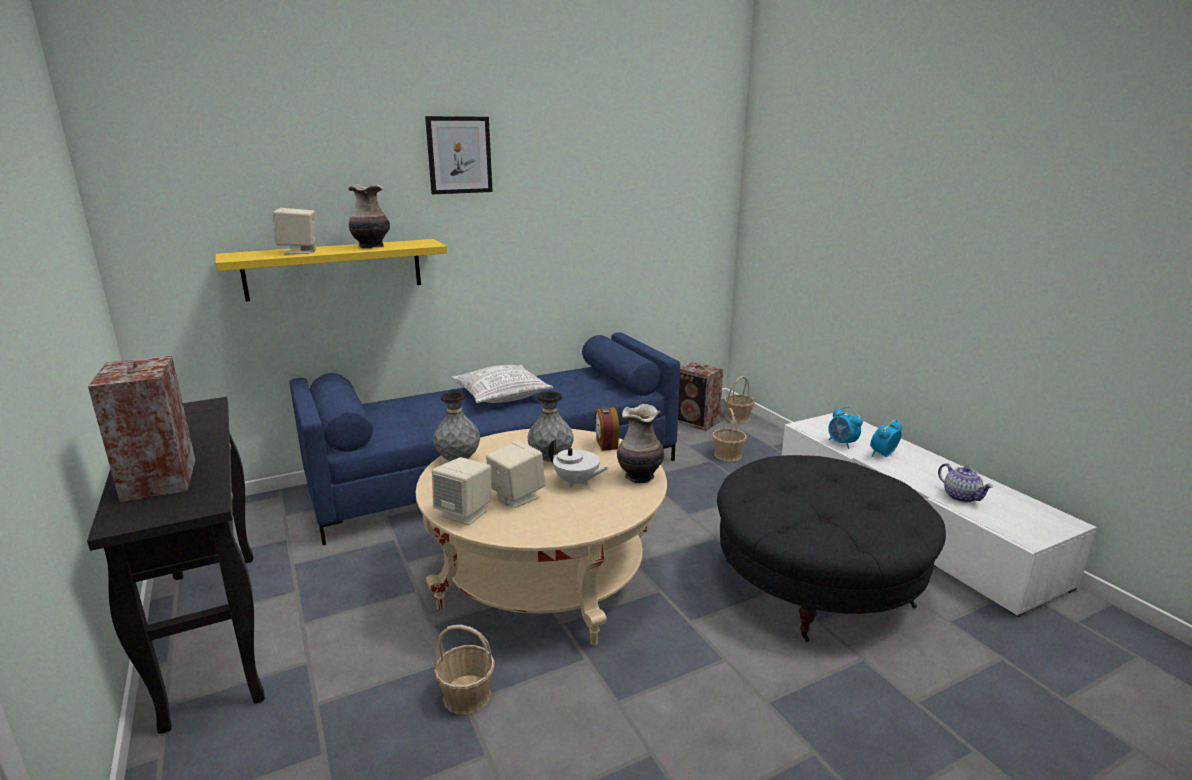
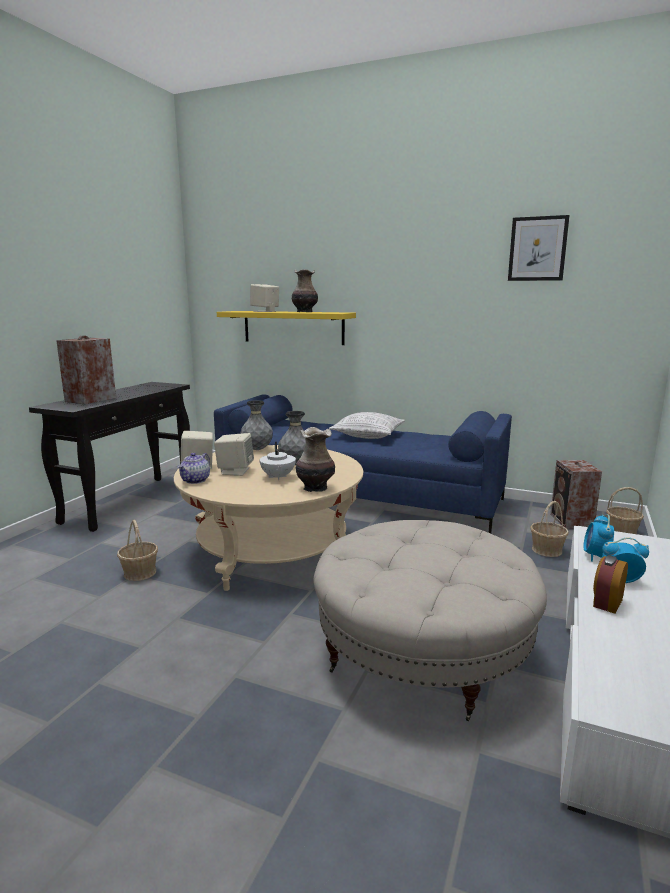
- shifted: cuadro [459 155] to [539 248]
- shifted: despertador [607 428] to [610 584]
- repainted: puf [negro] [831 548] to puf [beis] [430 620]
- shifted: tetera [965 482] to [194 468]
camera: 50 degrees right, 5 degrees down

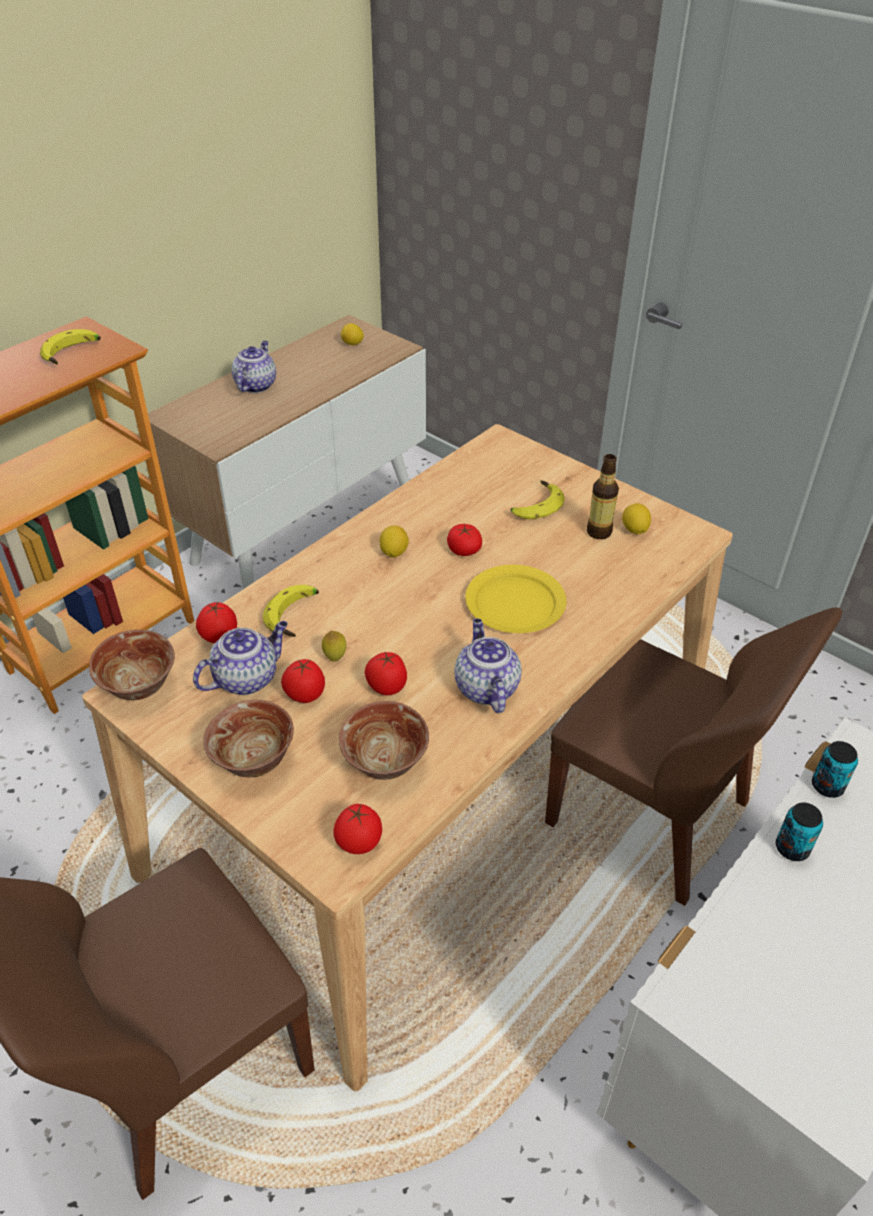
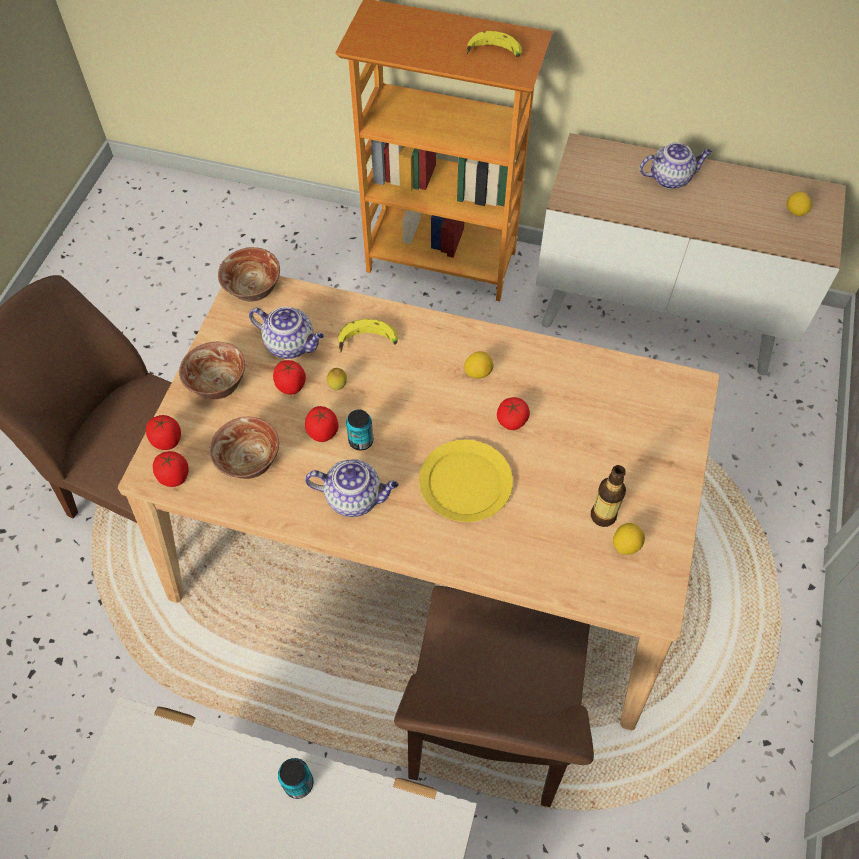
- shifted: tomate [216 622] to [163 432]
- rotated: tetera [488 666] = [352 488] 45 degrees clockwise
- gone: plátano [538 499]
- shifted: lata [835 769] to [359 429]
camera: 65 degrees right, 15 degrees up

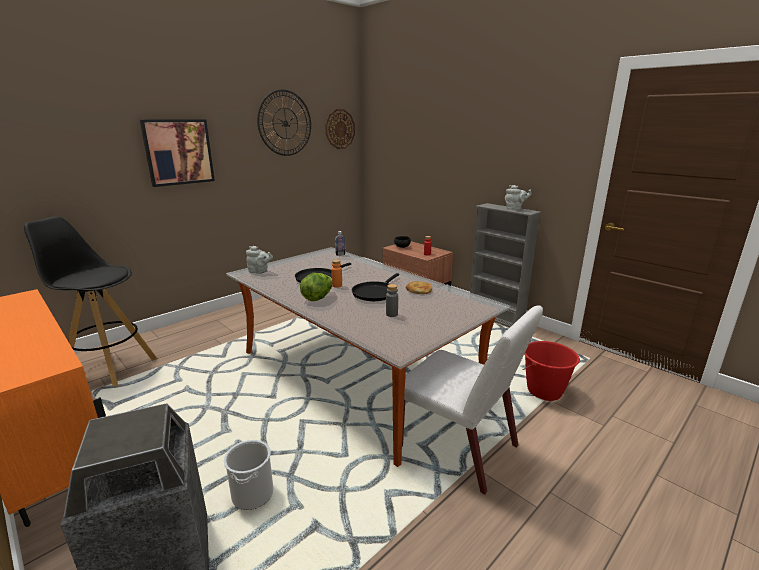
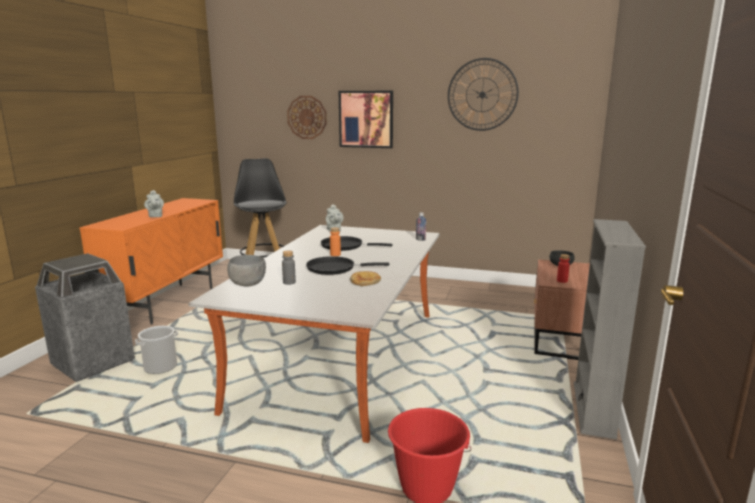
- gone: lechuga [316 287]
- shifted: reloj de pared [340 129] to [307 117]
- gone: silla [blanco] [472 399]
- shifted: tetera [gris] [518 197] to [154 203]
- new: cuenco [gris] [246 271]
camera: 60 degrees right, 5 degrees down

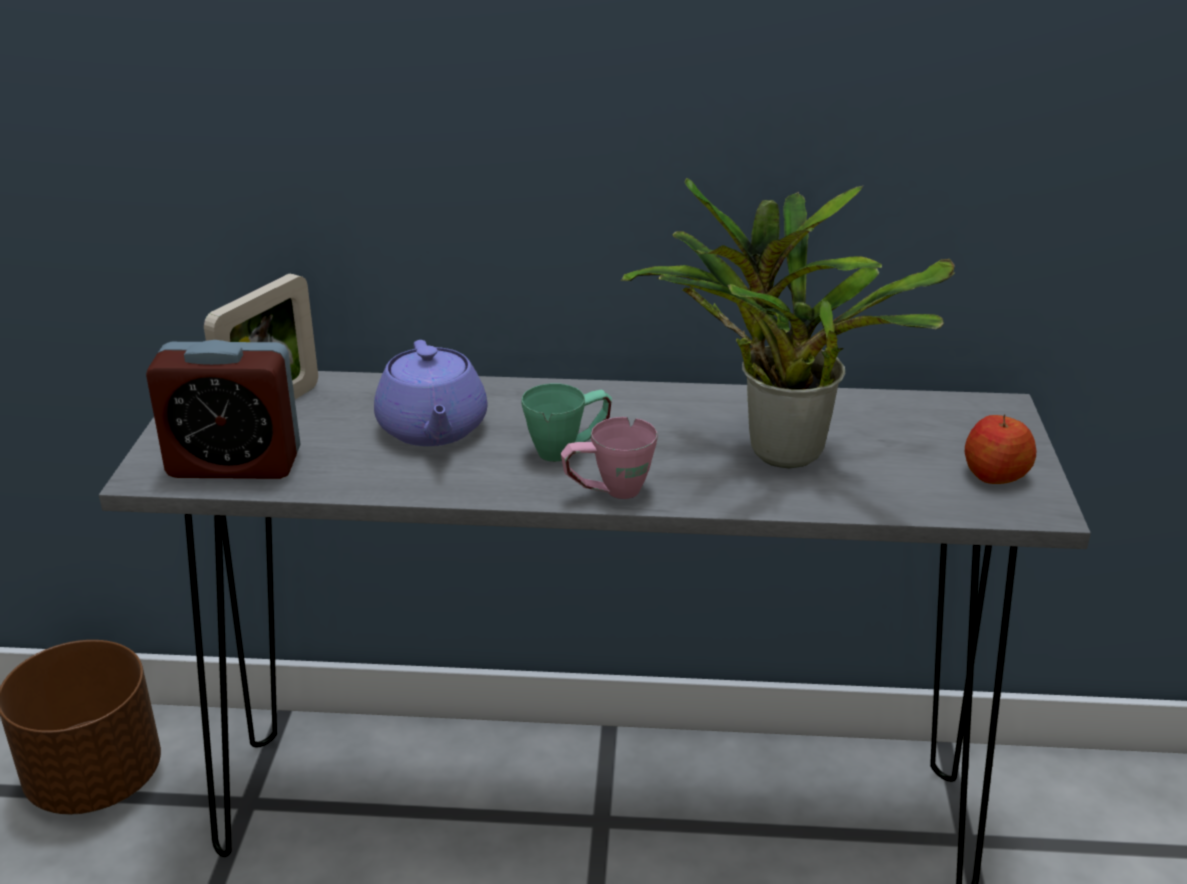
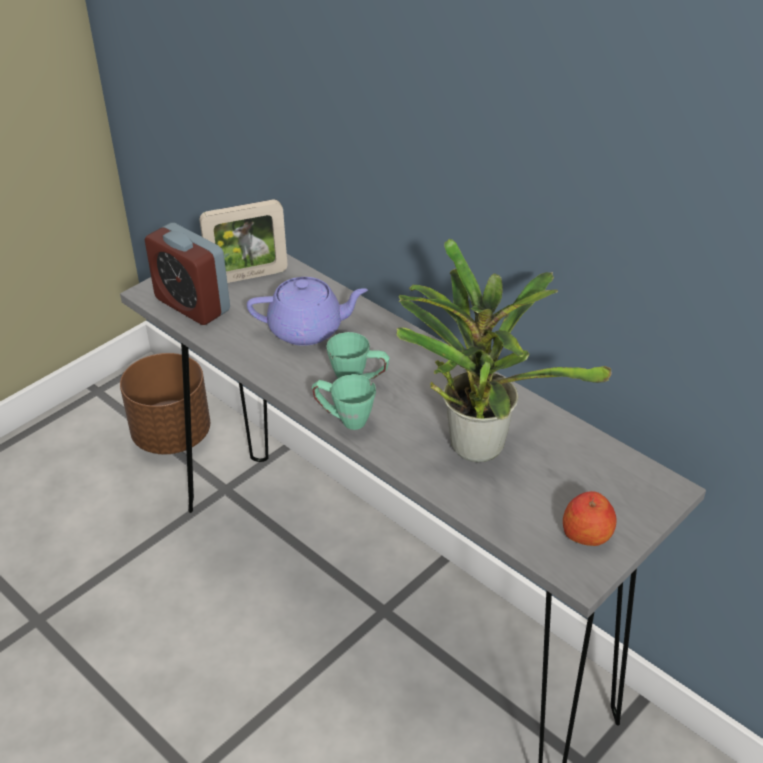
- rotated: tetera [morado] [431 393] = [307 311] 120 degrees counterclockwise
- repainted: taza grande [rosa] [609 458] to taza grande [verde] [344 402]
camera: 40 degrees right, 10 degrees up

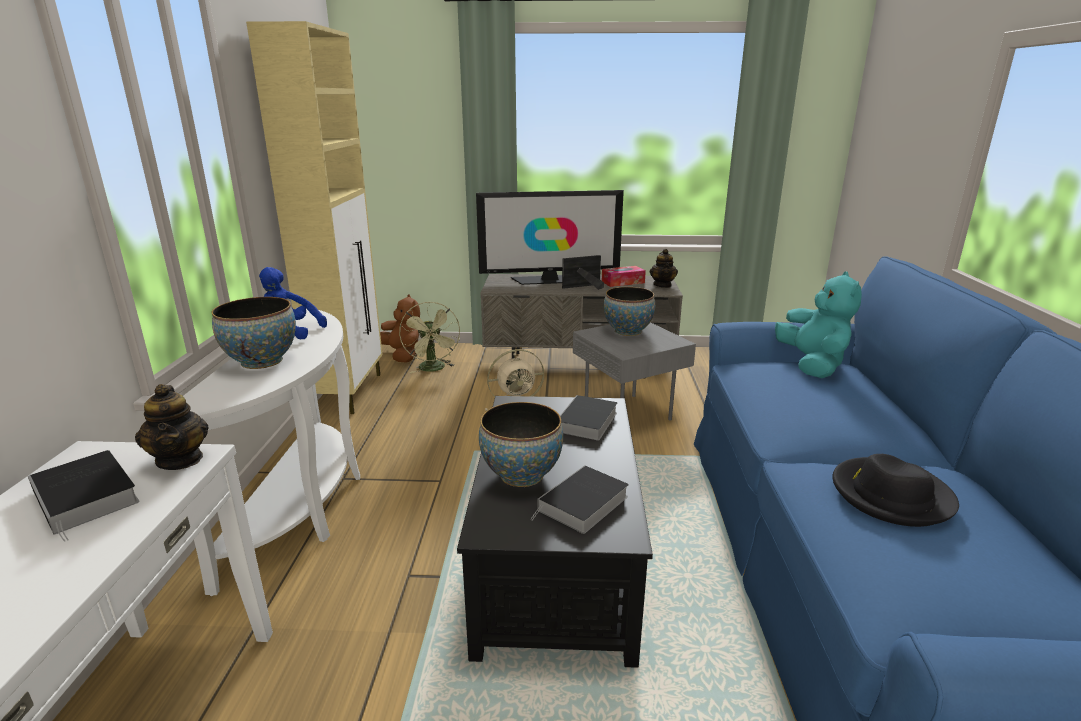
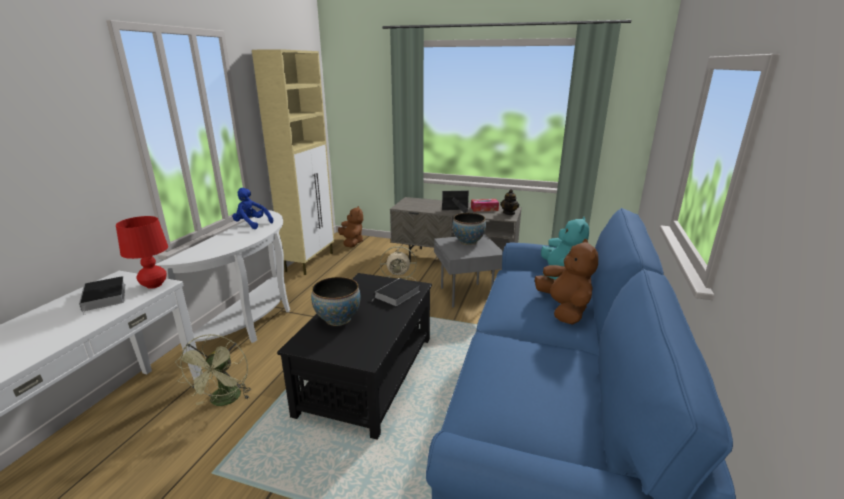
- swapped: tetera [172 427] to lámpara de mesa [rojo] [142 252]
- gone: cuenco [253 333]
- shifted: ventilador [verde] [429 337] to [213 370]
- gone: televisor [550 237]
- gone: libro [579 499]
- gone: sombrero [negro] [896 490]
- new: peluche [marrón] [566 282]
camera: 15 degrees right, 0 degrees up

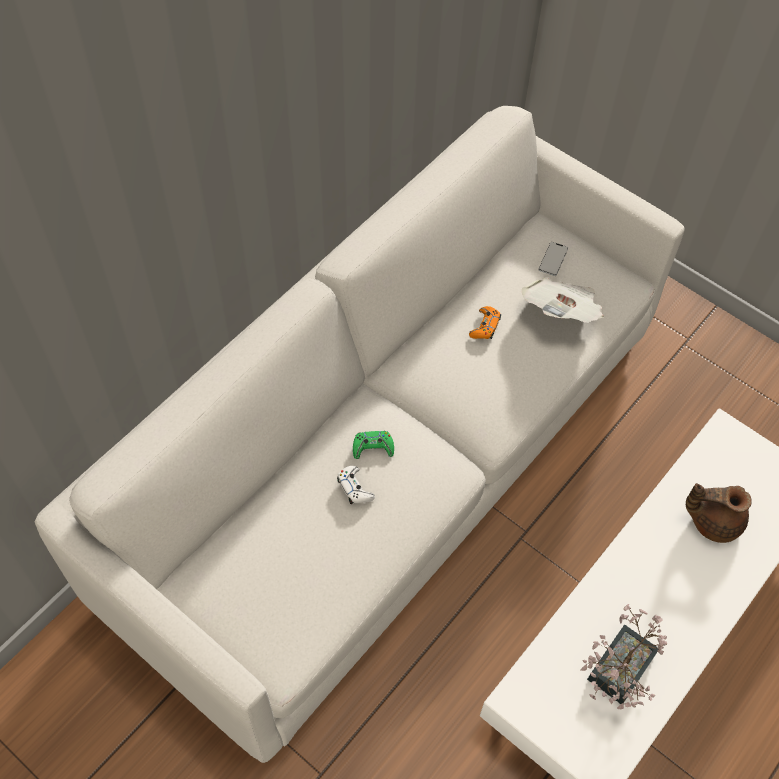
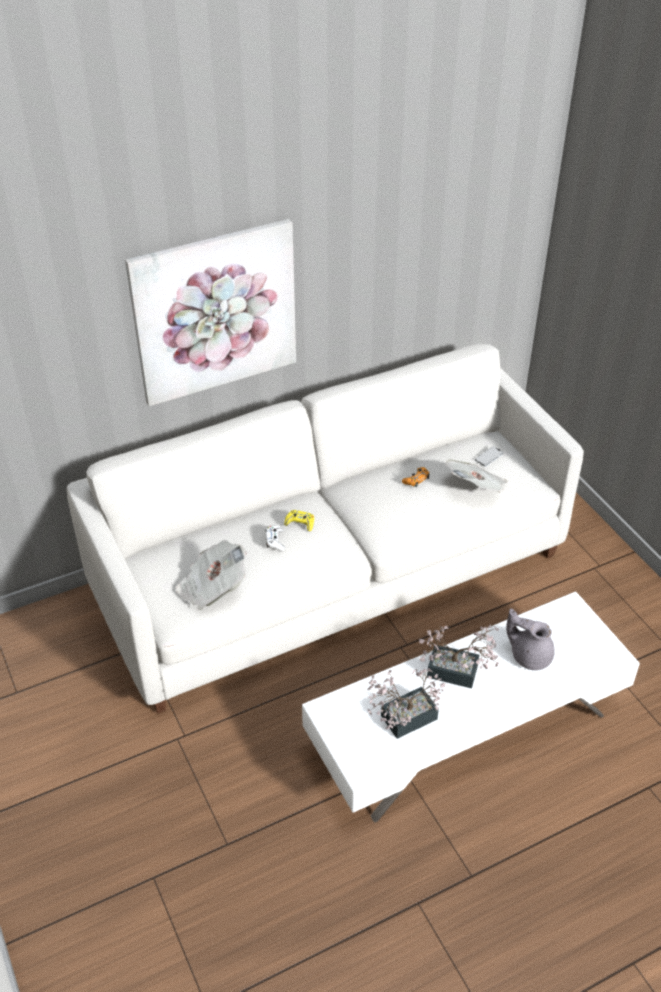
- repainted: mando de consola [verde] [373 445] to mando de consola [amarillo] [299 520]
- repainted: tetera [marrón] [719 513] to tetera [gris] [530 639]
- new: cuadro [210 312]
- new: periódico [211 575]
- new: planta en maceta [459 656]
camera: 25 degrees right, 15 degrees down

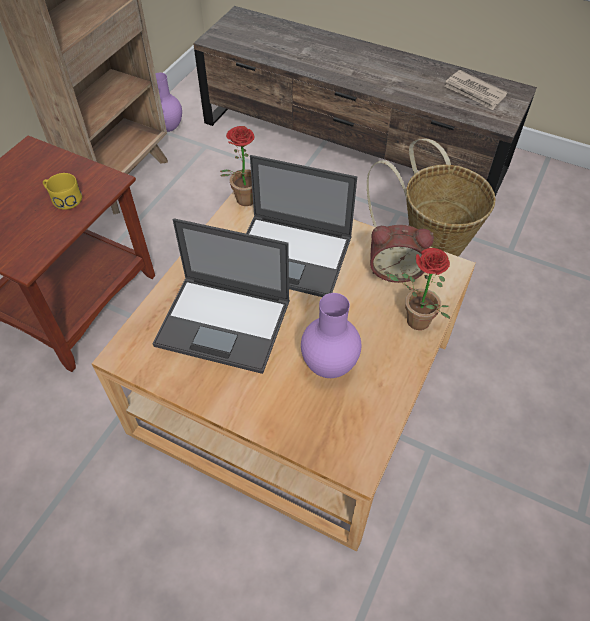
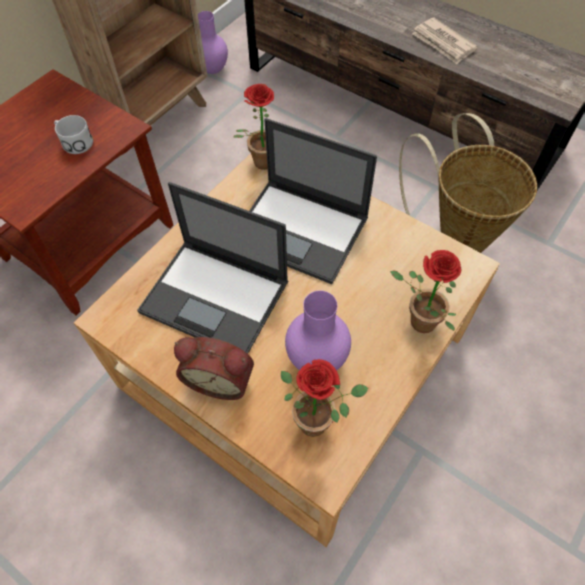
- repainted: taza grande [amarillo] [62 191] to taza grande [blanco] [73 134]
- shifted: despertador [402 254] to [214 368]
- shifted: periódico [475 90] to [444 40]
- new: planta en maceta [324 398]
camera: 10 degrees right, 5 degrees up

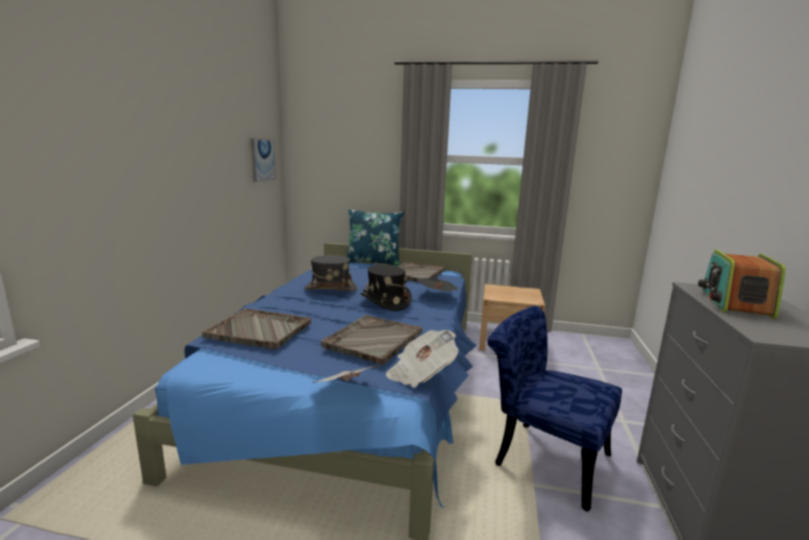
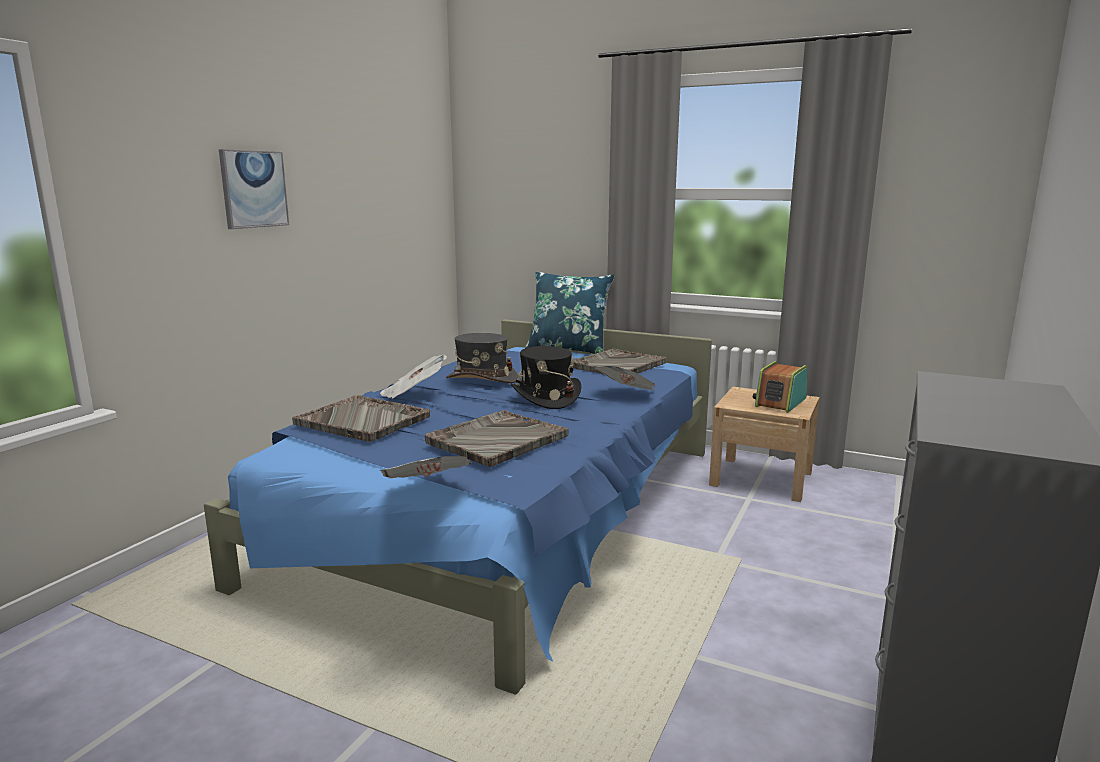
- shifted: cuadro [263 160] to [254 189]
- shifted: periódico [422 359] to [413 377]
- gone: silla [azul] [554 409]
- shifted: radio [742 284] to [780 387]
camera: 15 degrees right, 0 degrees up

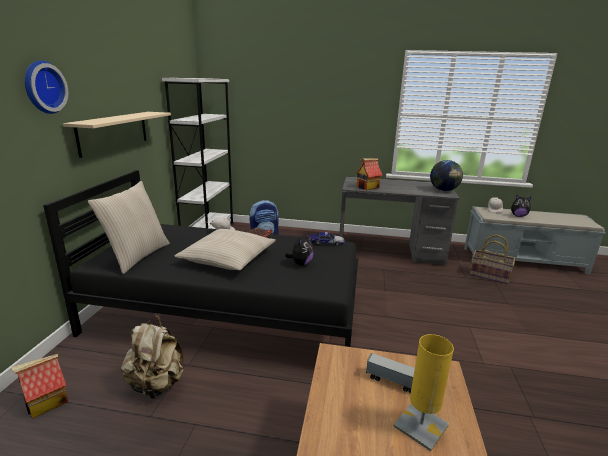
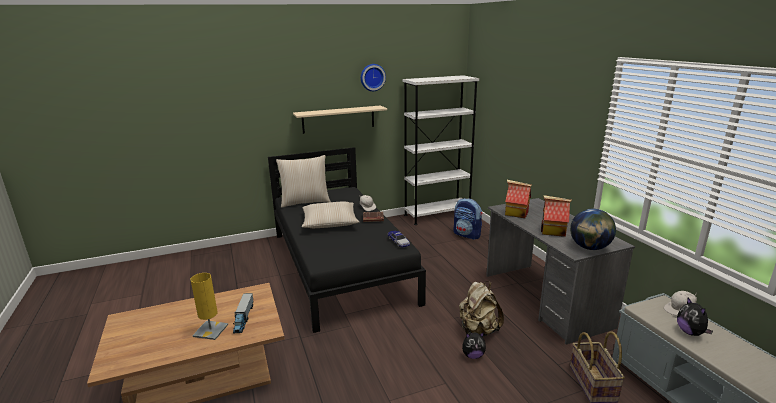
- shifted: casita [39 386] to [556 216]
- shifted: reloj de pared [46 87] to [373 77]
- shifted: mochila [beis] [152 357] to [481 308]
- shifted: peluche [299 250] to [474 345]
camera: 60 degrees right, 0 degrees up

